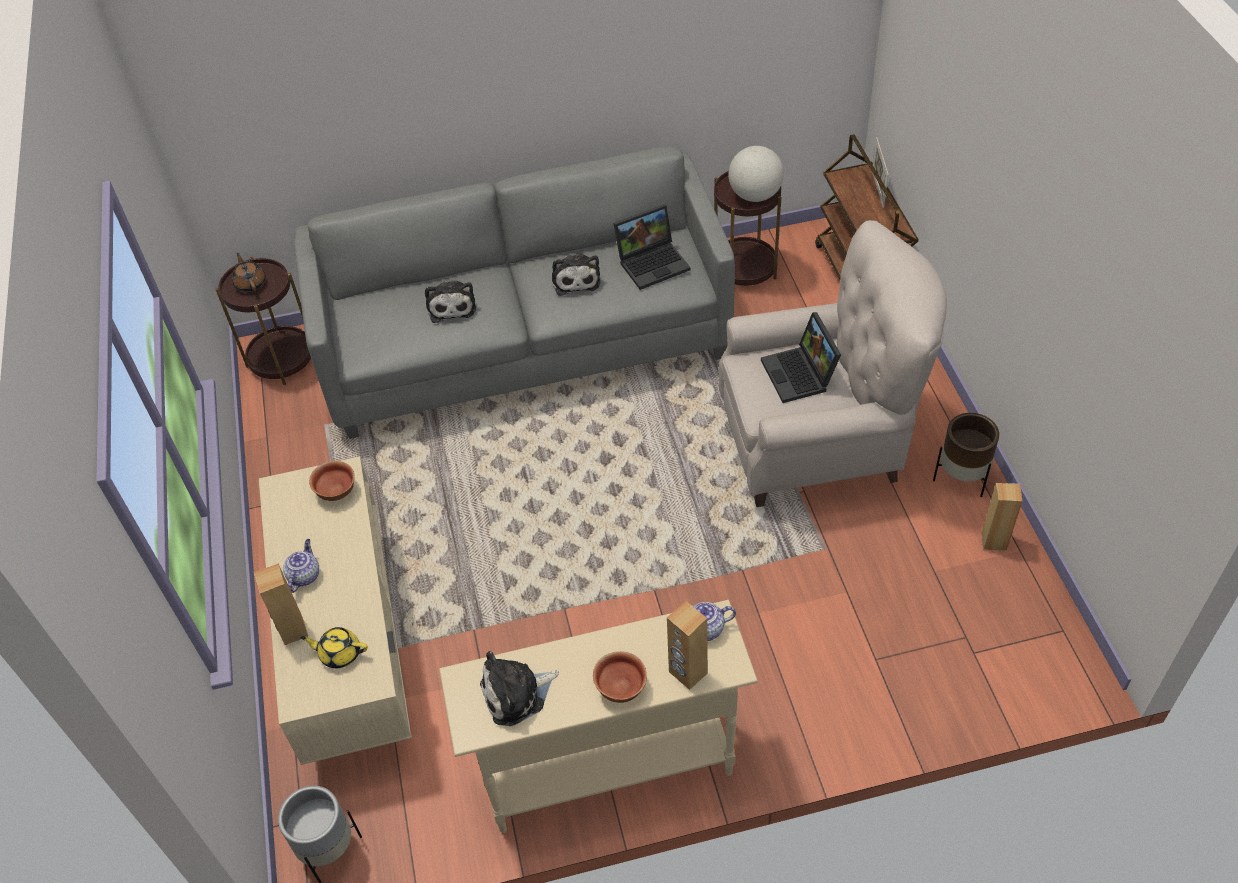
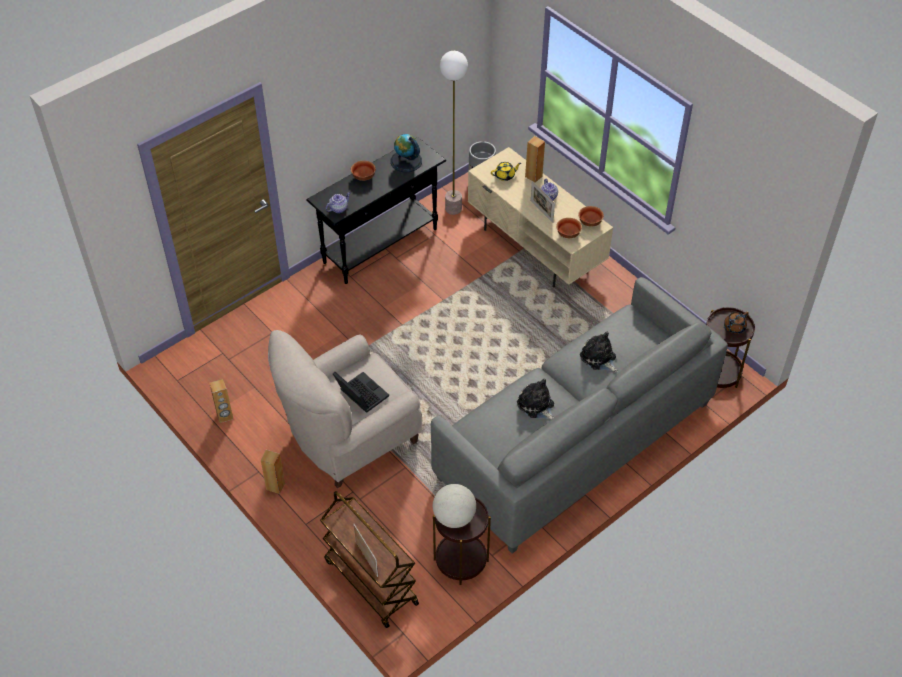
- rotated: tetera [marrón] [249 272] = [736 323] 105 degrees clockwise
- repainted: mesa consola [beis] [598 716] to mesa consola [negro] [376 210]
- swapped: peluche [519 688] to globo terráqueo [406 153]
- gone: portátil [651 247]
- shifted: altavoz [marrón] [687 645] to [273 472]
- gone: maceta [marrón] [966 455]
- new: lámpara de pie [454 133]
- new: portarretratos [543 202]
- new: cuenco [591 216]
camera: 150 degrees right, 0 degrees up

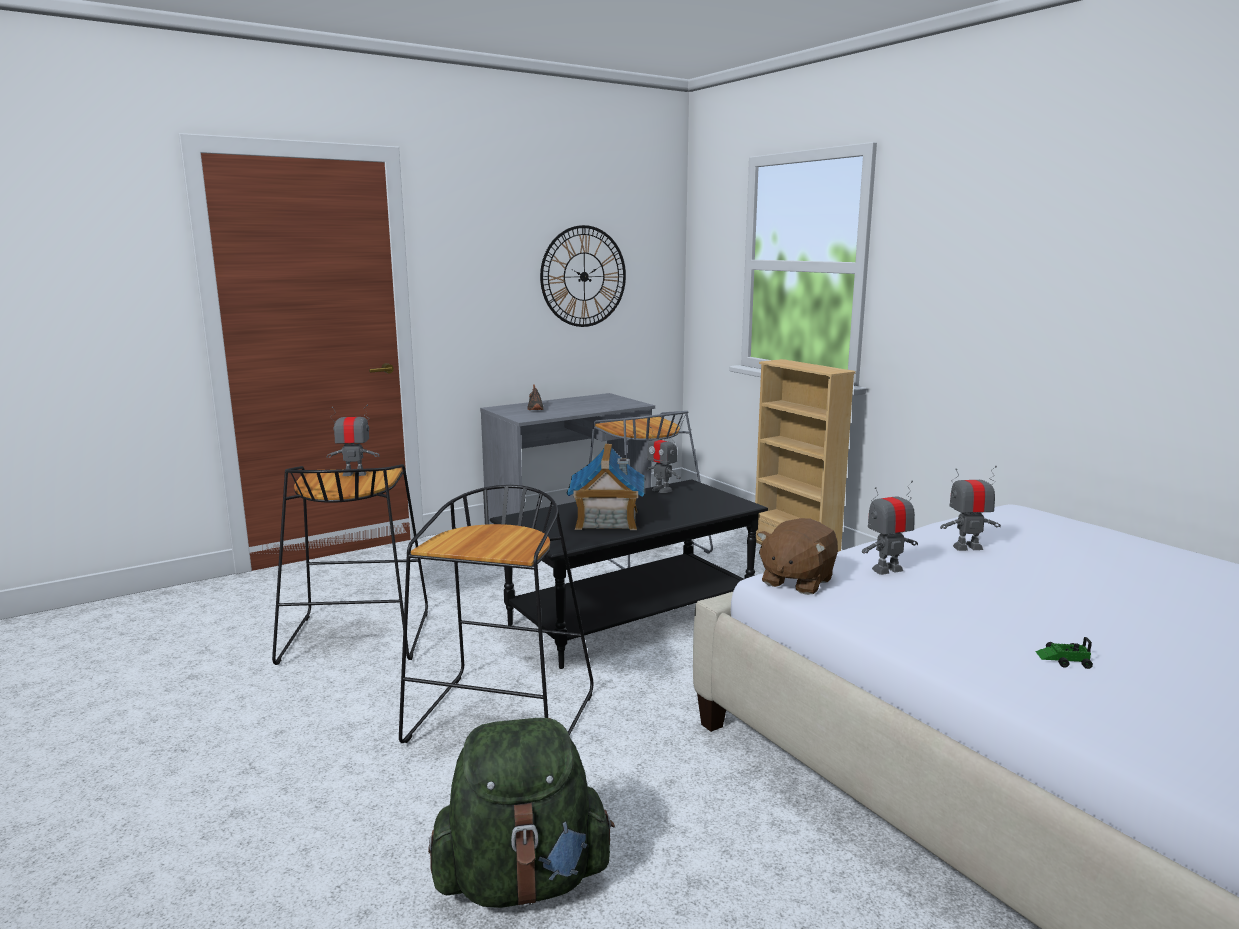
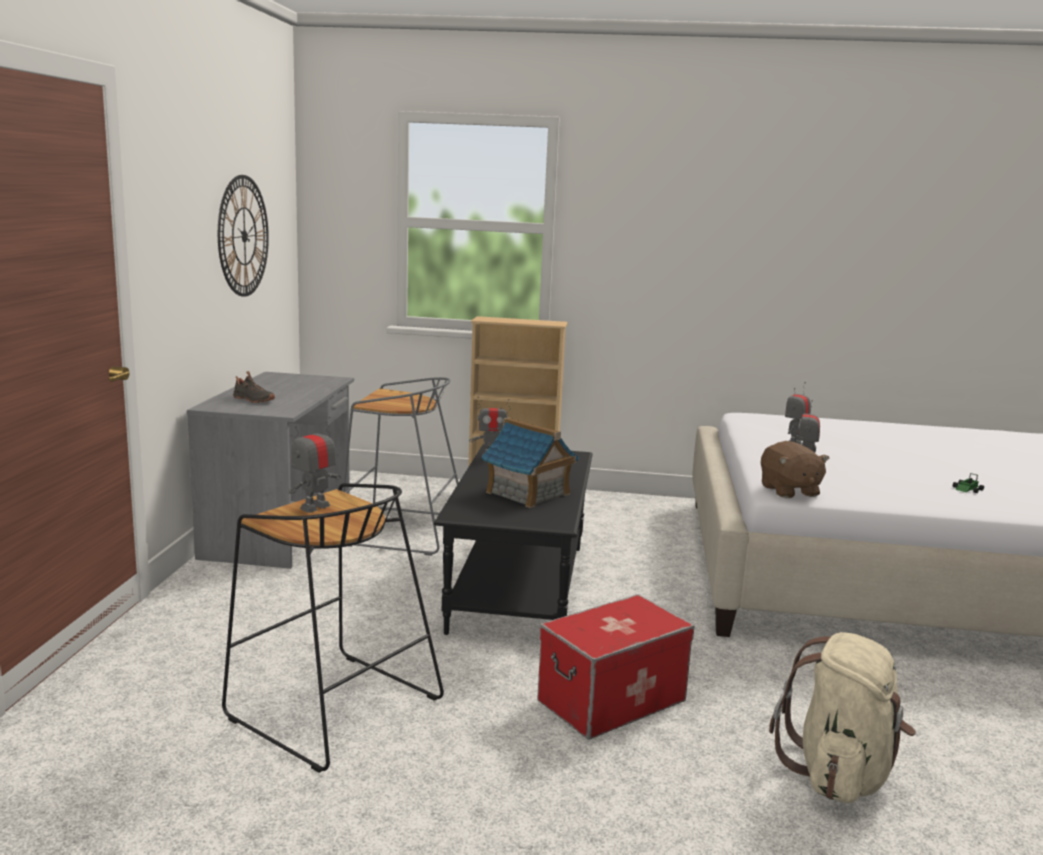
- swapped: taburete [negro] [496 614] to caja de almacenaje [616 667]
- repainted: mochila [verde] [521 813] to mochila [beis] [842 717]
camera: 50 degrees left, 0 degrees up

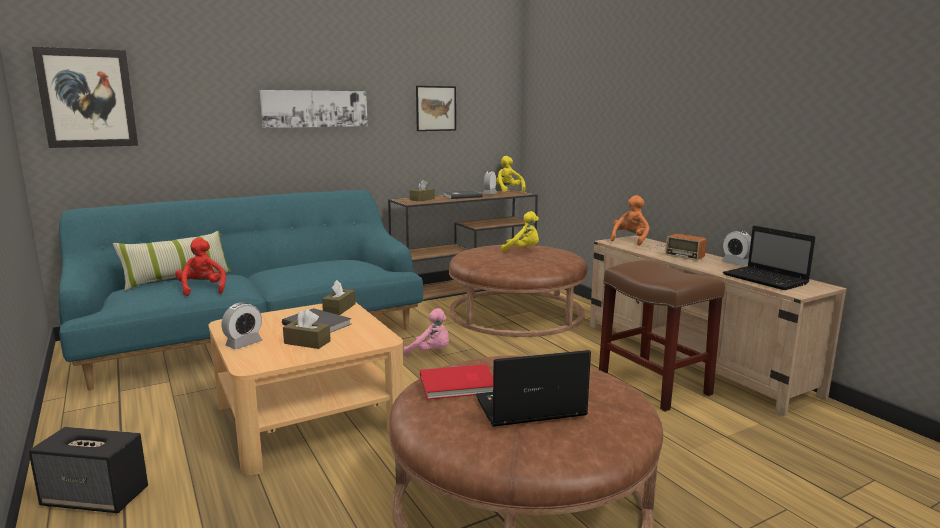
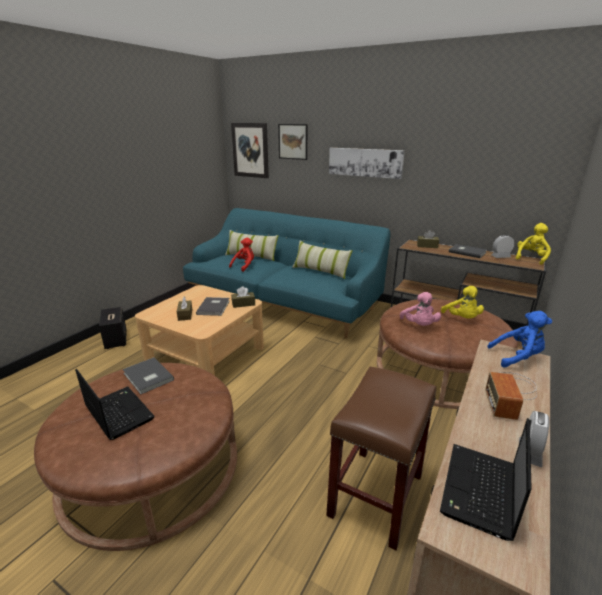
- gone: despertador [241 325]
- shifted: peluche [rosa] [426 331] to [420 309]
- shifted: cuadro [436 108] to [292 142]
- repainted: libro [rojo] [456 382] to libro [gris] [148 375]
- repainted: peluche [naranja] [630 220] to peluche [azul] [519 339]
- new: cojín [322 260]
camera: 60 degrees right, 10 degrees up

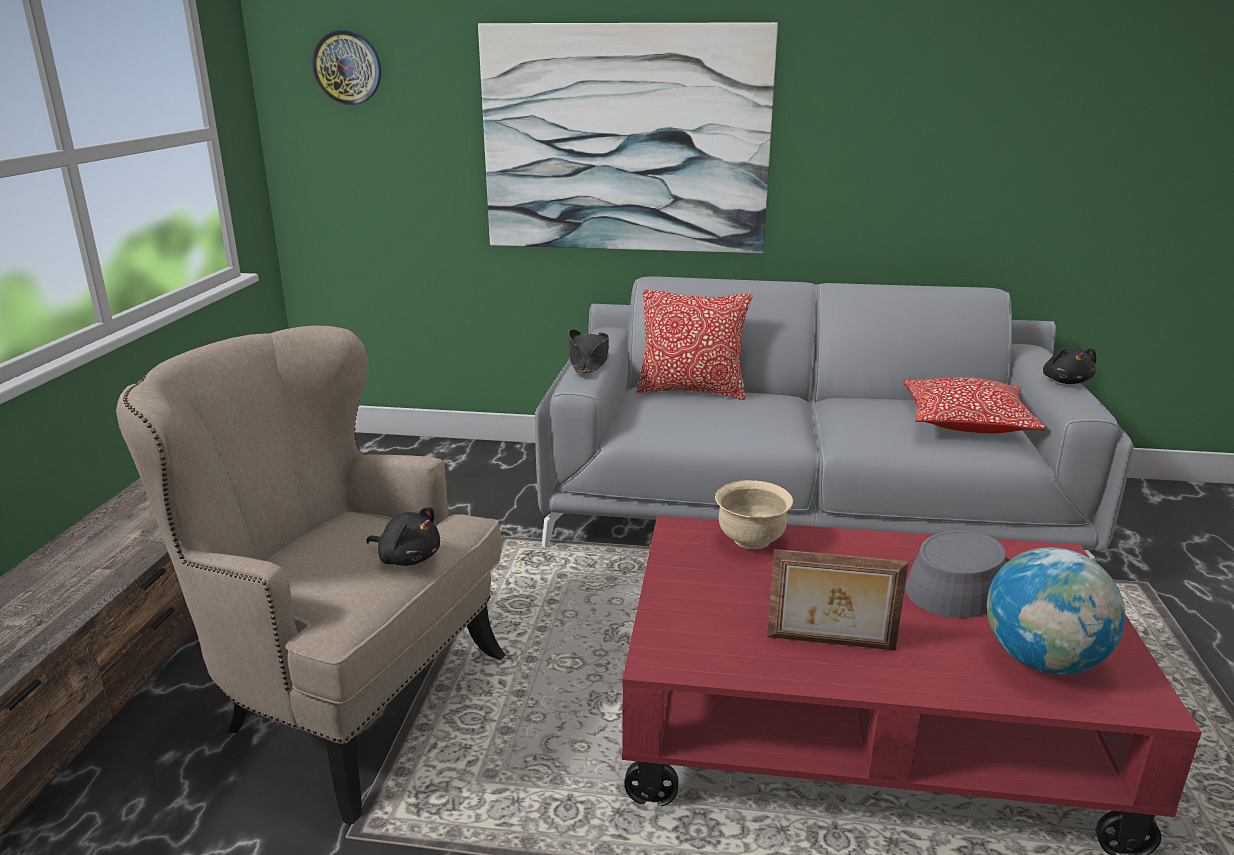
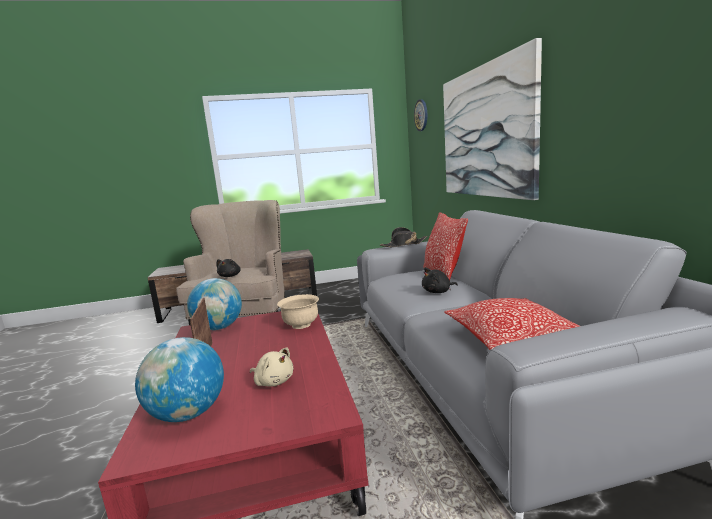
- swapped: sombrero [gris] [957 574] to peluche [beis] [271 367]
- shifted: peluche [negro] [1070 365] to [440 280]
- new: globo terráqueo [214 304]
camera: 70 degrees right, 10 degrees down

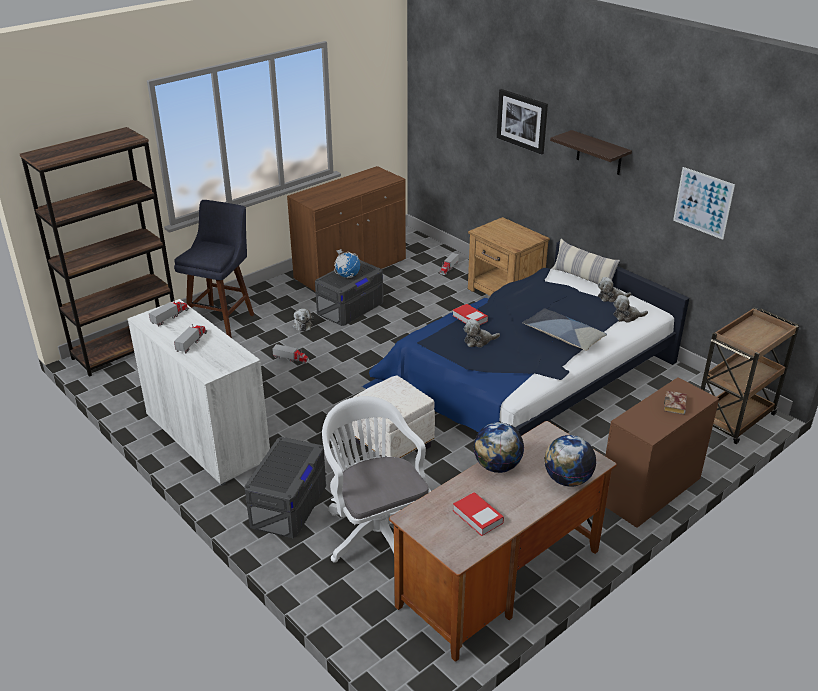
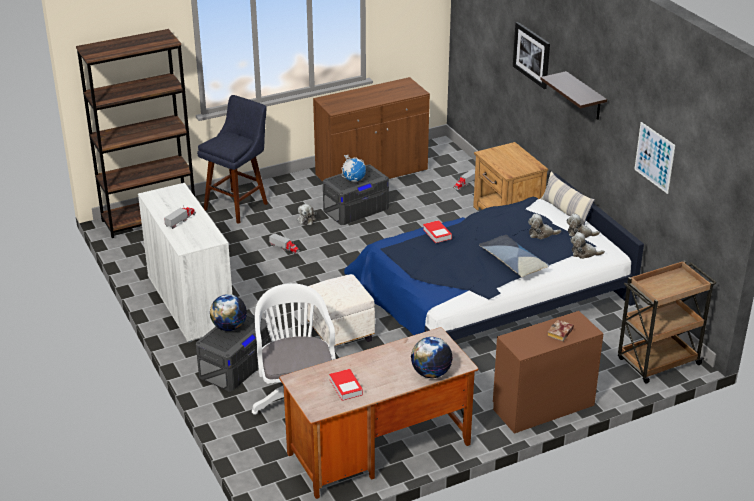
- gone: camión de juguete [169 313]
- shifted: peluche [481 333] to [544 226]
- shifted: globo terráqueo [498 447] to [228 312]
camera: 15 degrees right, 0 degrees up

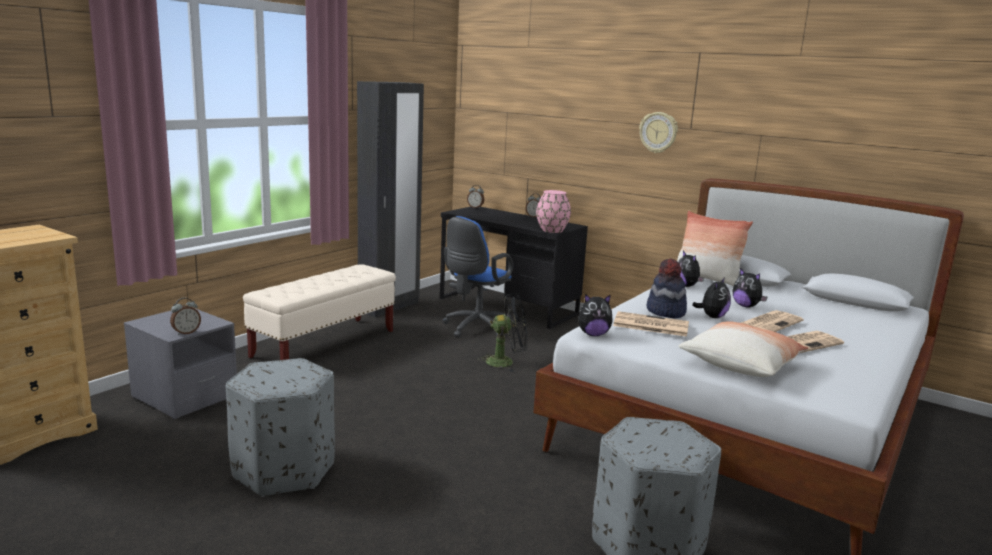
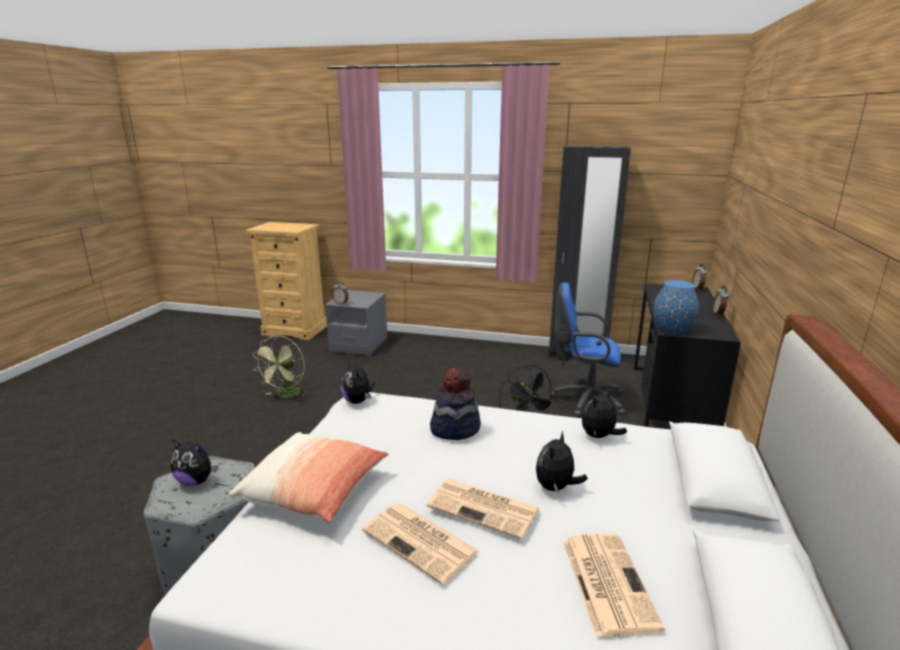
- swapped: puf [gris] [280 427] to ventilador [verde] [280 367]
- gone: banco [beis] [319 312]
- repainted: florero [rosa] [553 211] to florero [azul] [676 307]
- shifted: periódico [651 324] to [614 585]
- gone: reloj de pared [658 132]
- gone: cojín [715 248]
- shifted: peluche [711 297] to [195 463]
camera: 70 degrees right, 5 degrees up

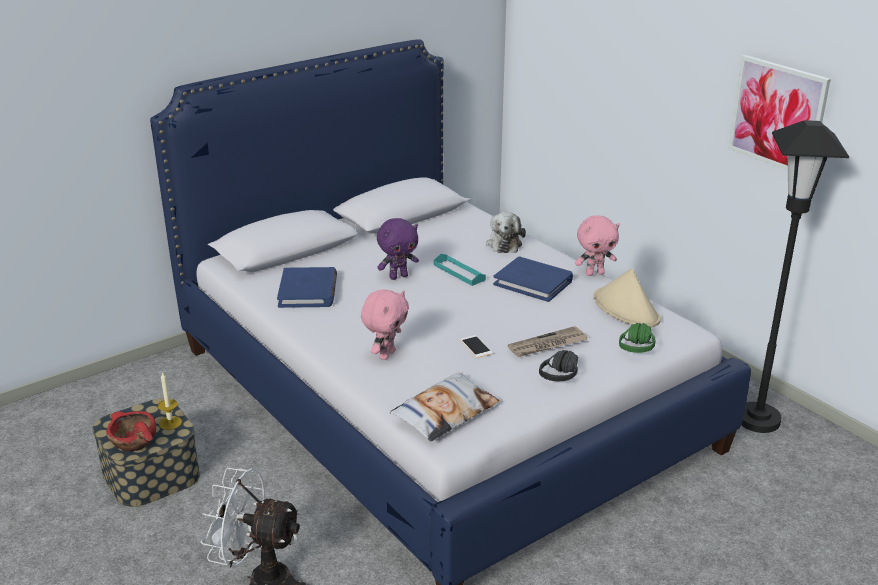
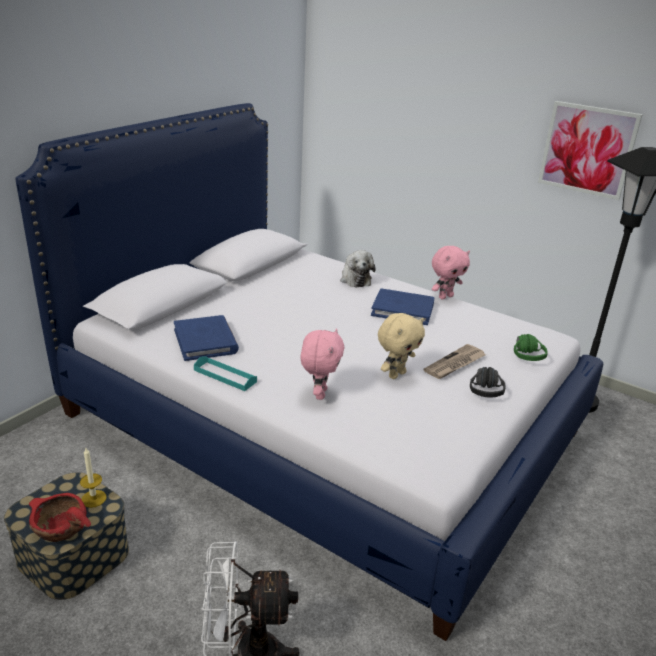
- gone: peluche [morado] [398 249]
- gone: cojín [444 407]
- shifted: bandeja [turquesa] [460 270] to [225 373]
- swapped: móvil [476 346] to peluche [beis] [401 346]
- gone: sombrero [beis] [627 297]
camera: 20 degrees left, 0 degrees up

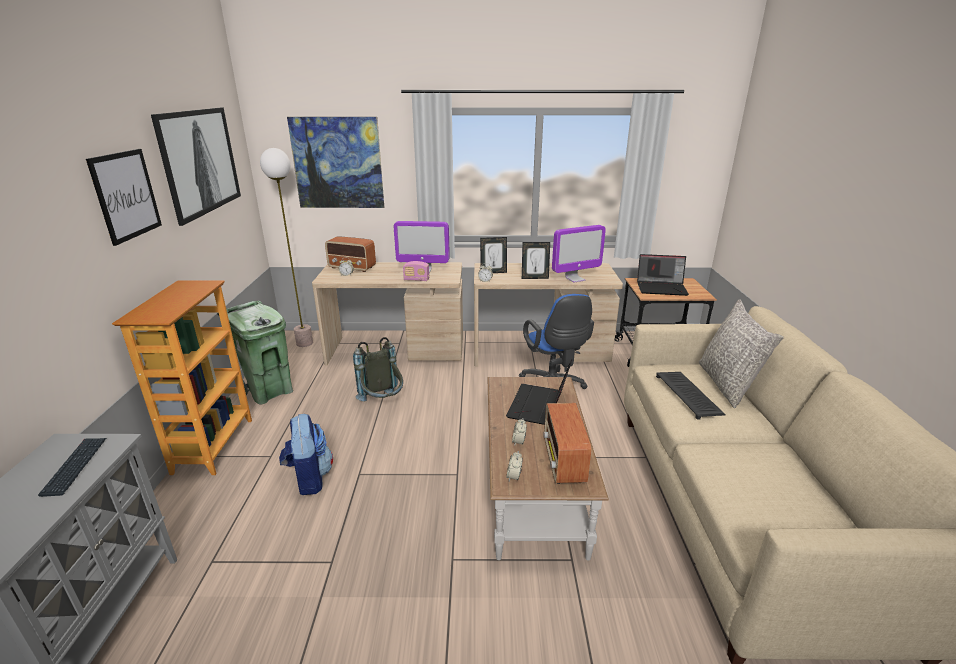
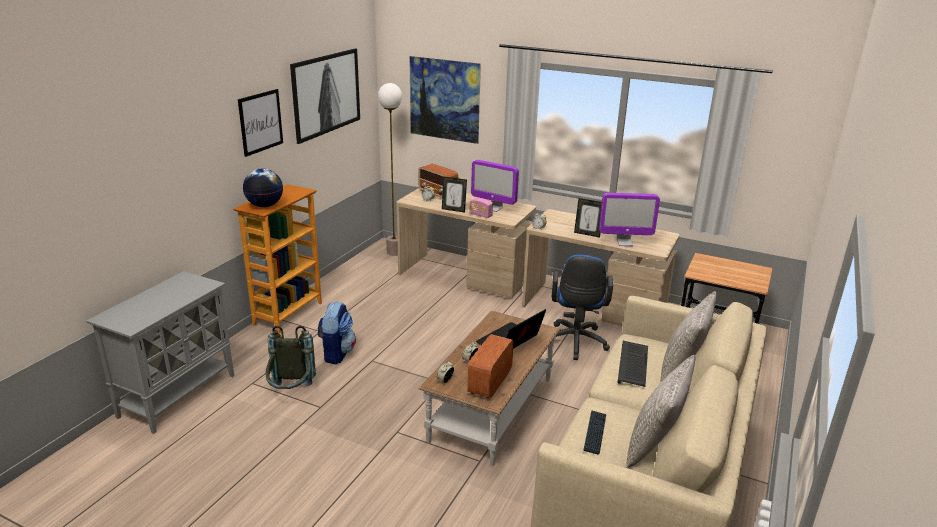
- shifted: teclado [72 467] to [594 432]
- gone: papelera [verde] [255 352]
- shifted: mochila [gris] [378 369] to [290 357]
- shifted: portarretratos [493 255] to [454 194]
- gone: portátil [663 275]
- new: globo terráqueo [263 188]
- new: cojín [gris] [660 411]
camera: 25 degrees right, 0 degrees up

